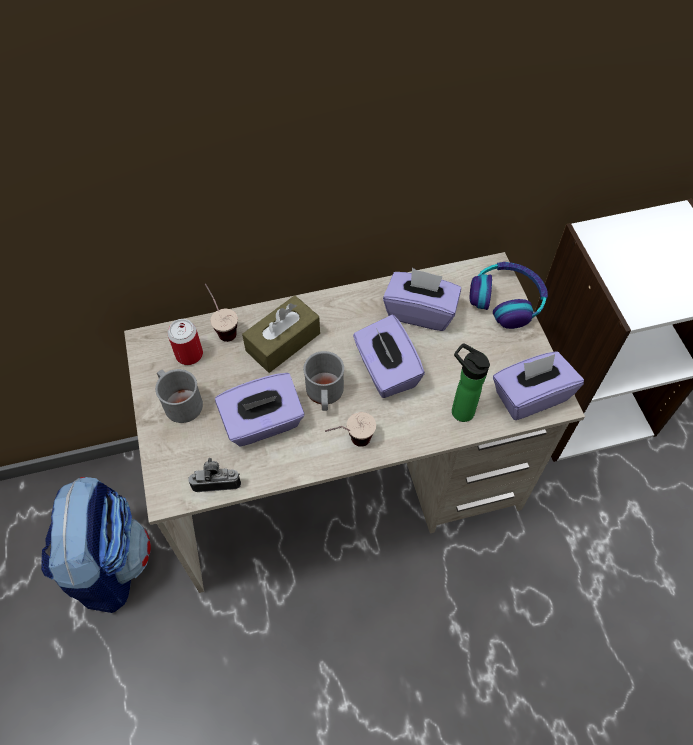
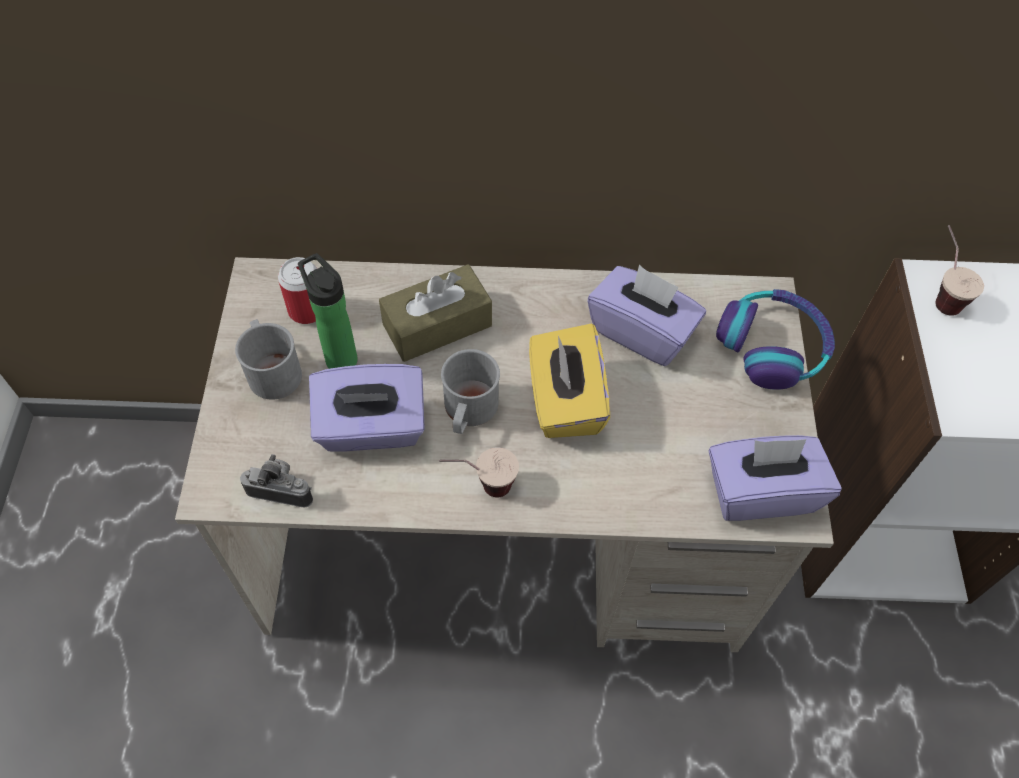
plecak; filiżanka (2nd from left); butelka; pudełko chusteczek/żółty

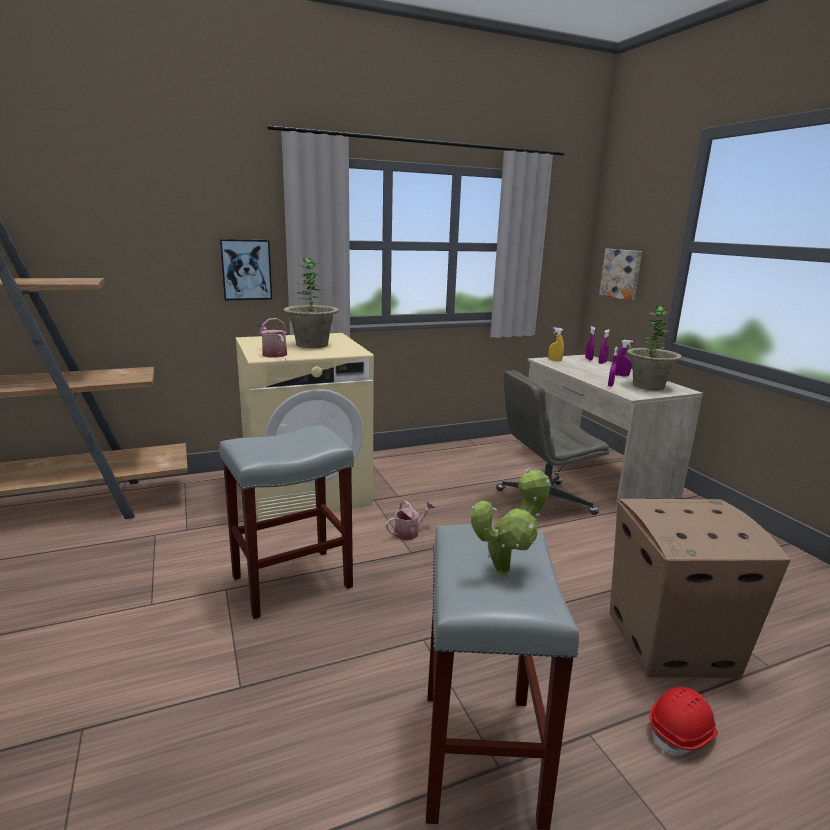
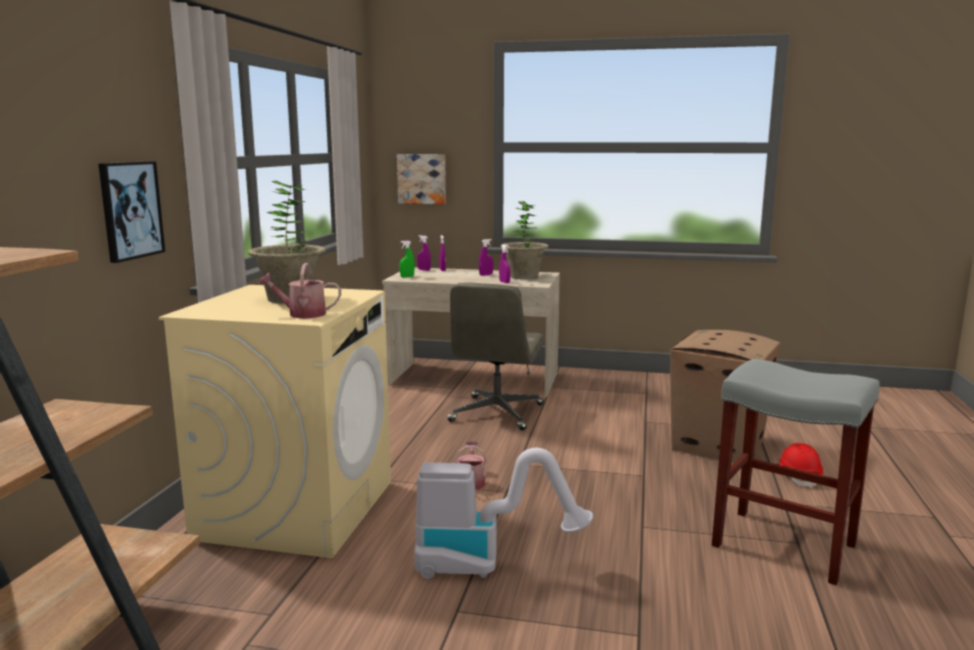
roślina doniczkowa (2nd from left in the first image); odkurzacz; spryskiwacz/zielony

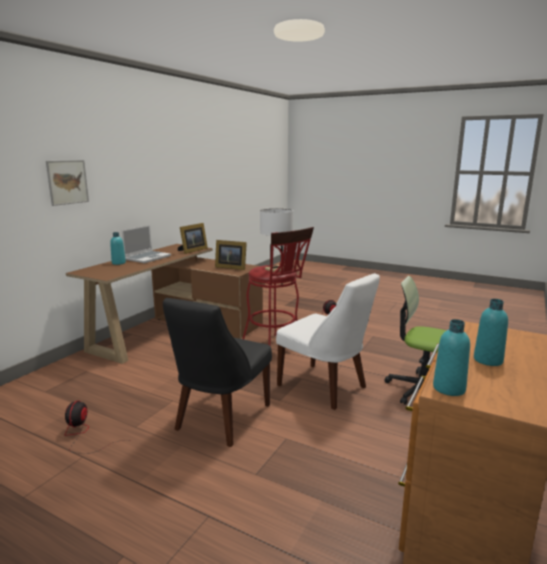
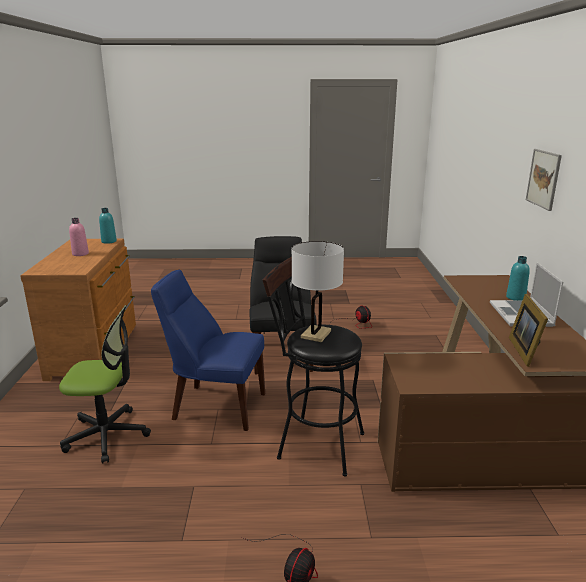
ramka na zdjęcie (2nd from left in the first image); stołek/czarny; krzesło/niebieski; butelka/różowy

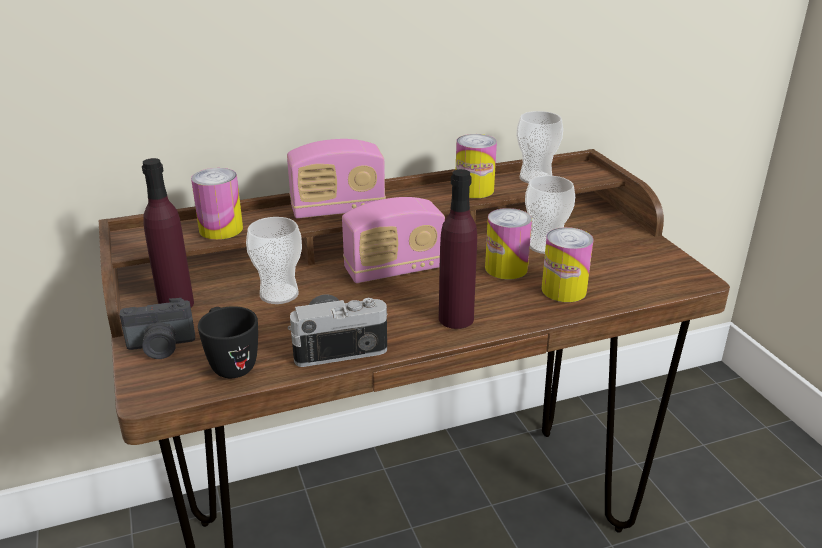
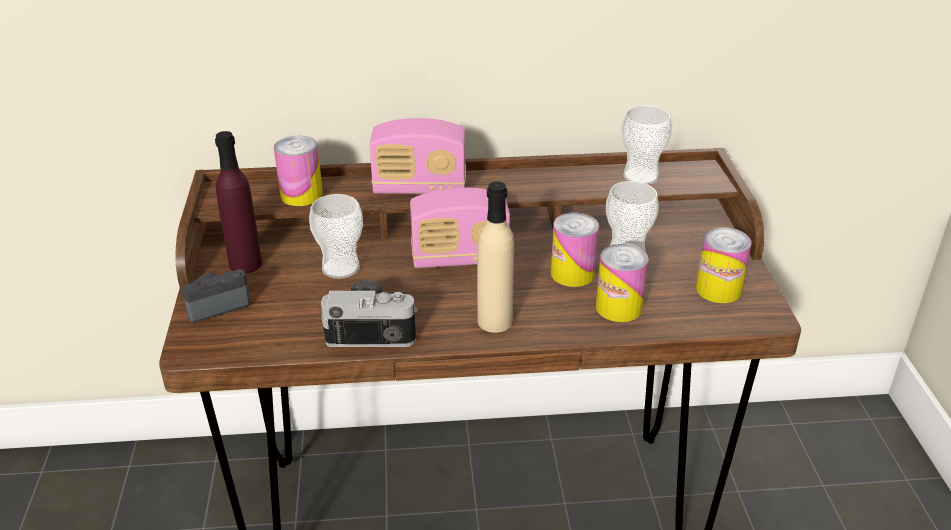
kubek/czarny; puszka (4th from left); butelka/beżowy; aparat fotograficzny (1st from left)

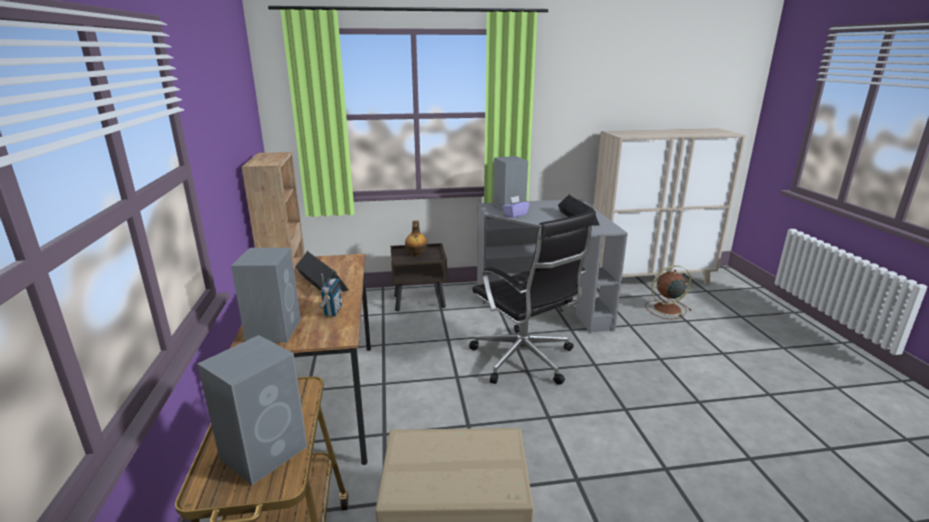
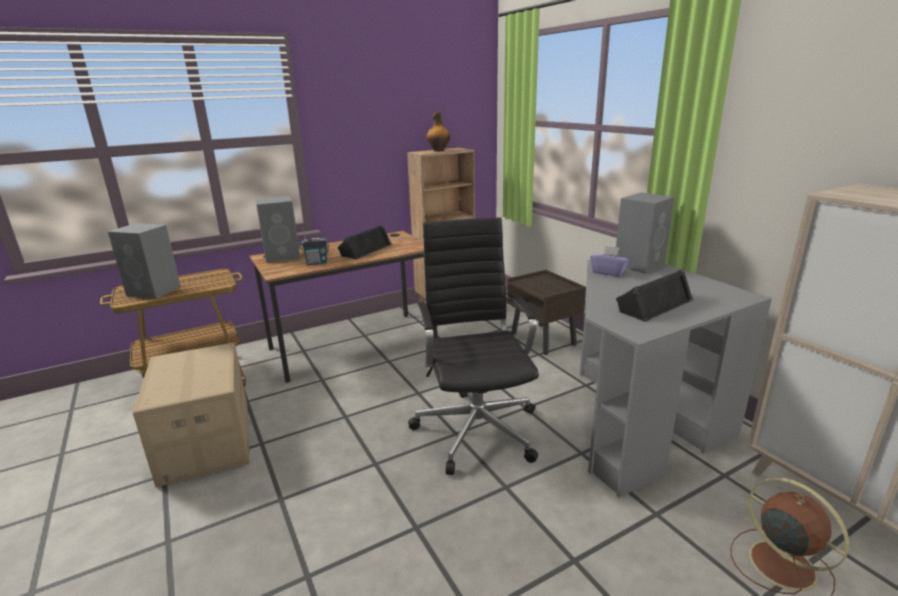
butelka; krzesło biurowe/czarny

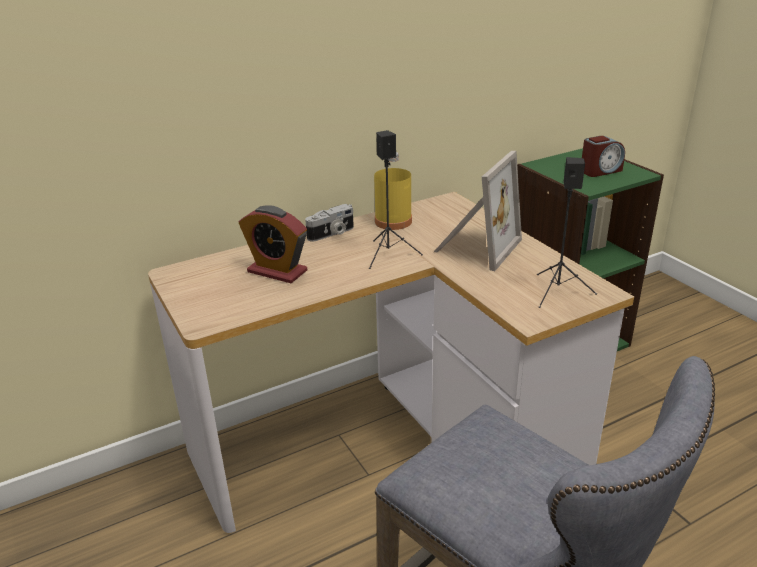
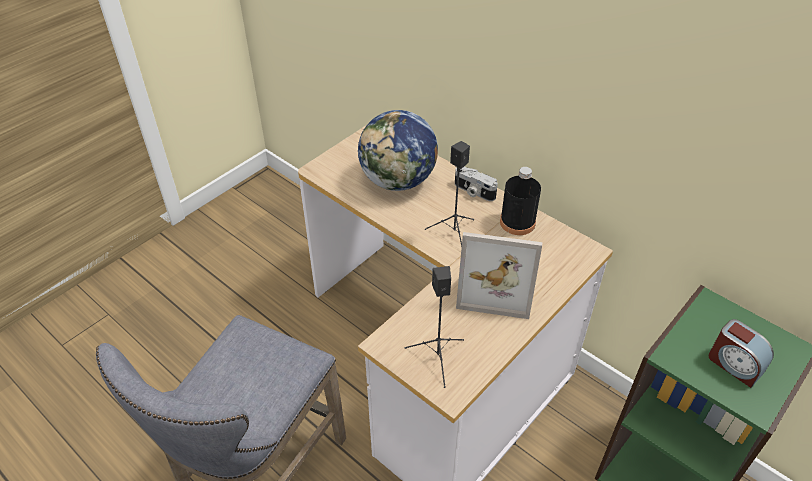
globus; butelka/czarny

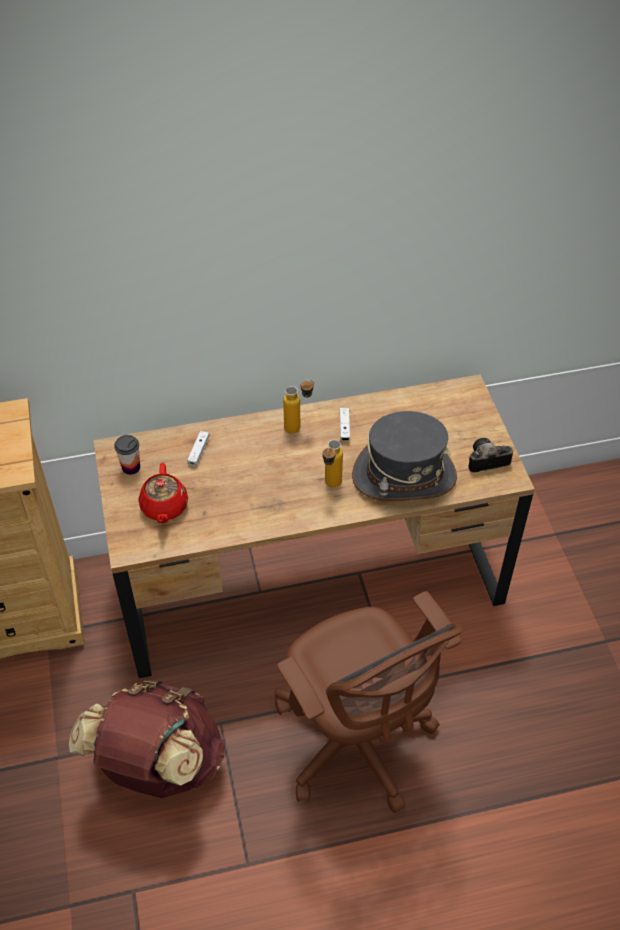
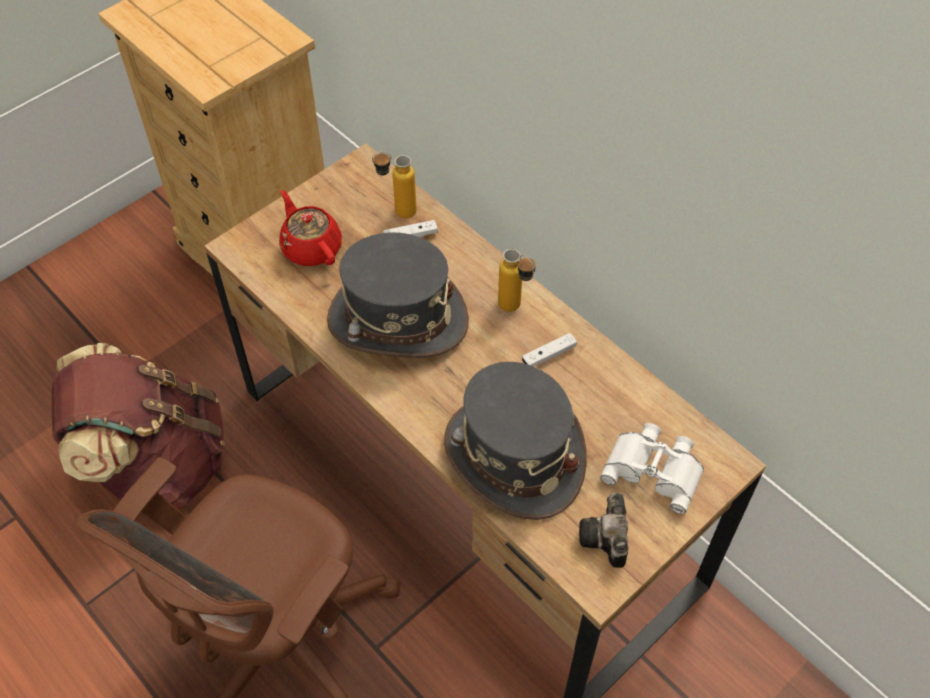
filiżanka; kapelusz/szary (1st from left); lornetka/biały; butelka (1st from left); imbryk/czerwony; aparat fotograficzny

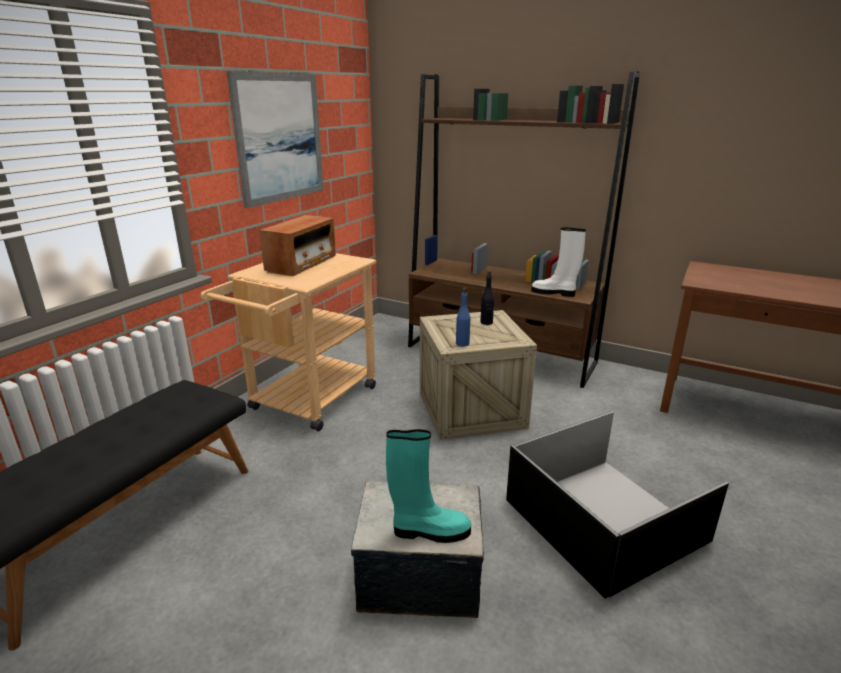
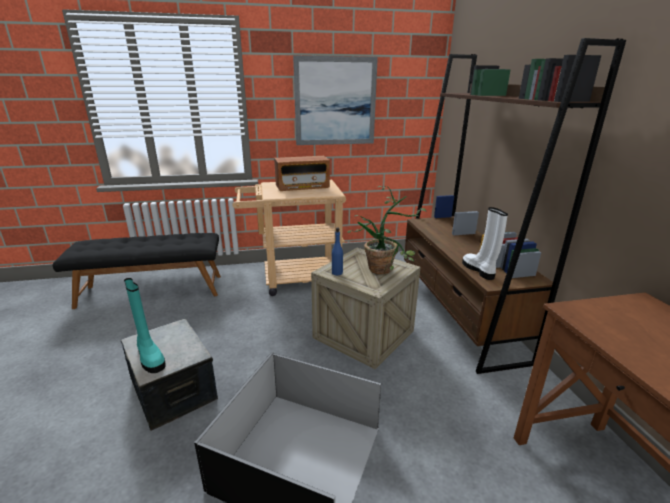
roślina doniczkowa

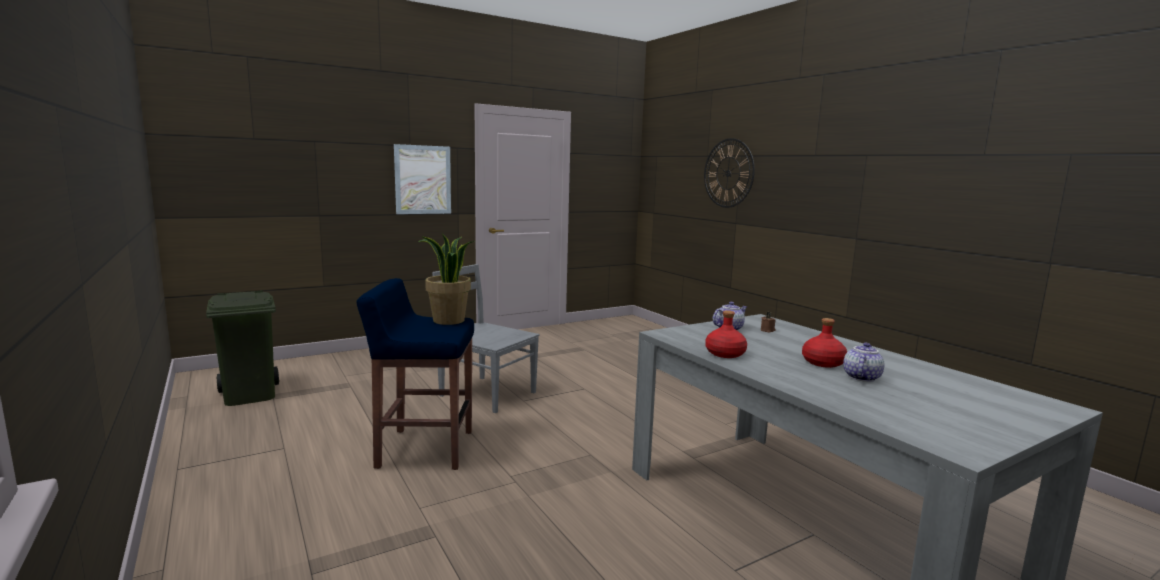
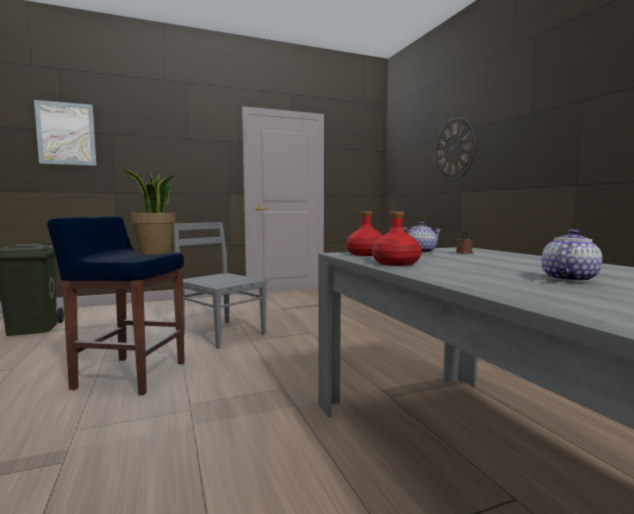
obraz; butelka/czerwony (1st from left)

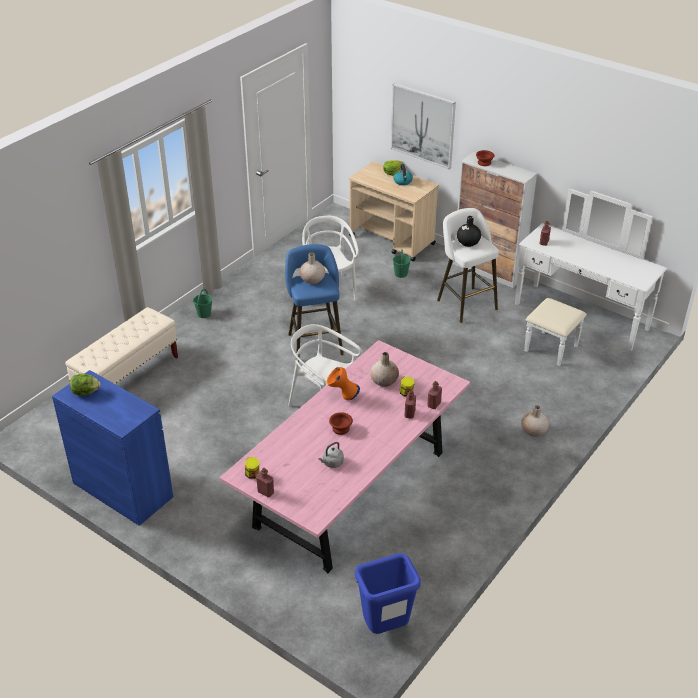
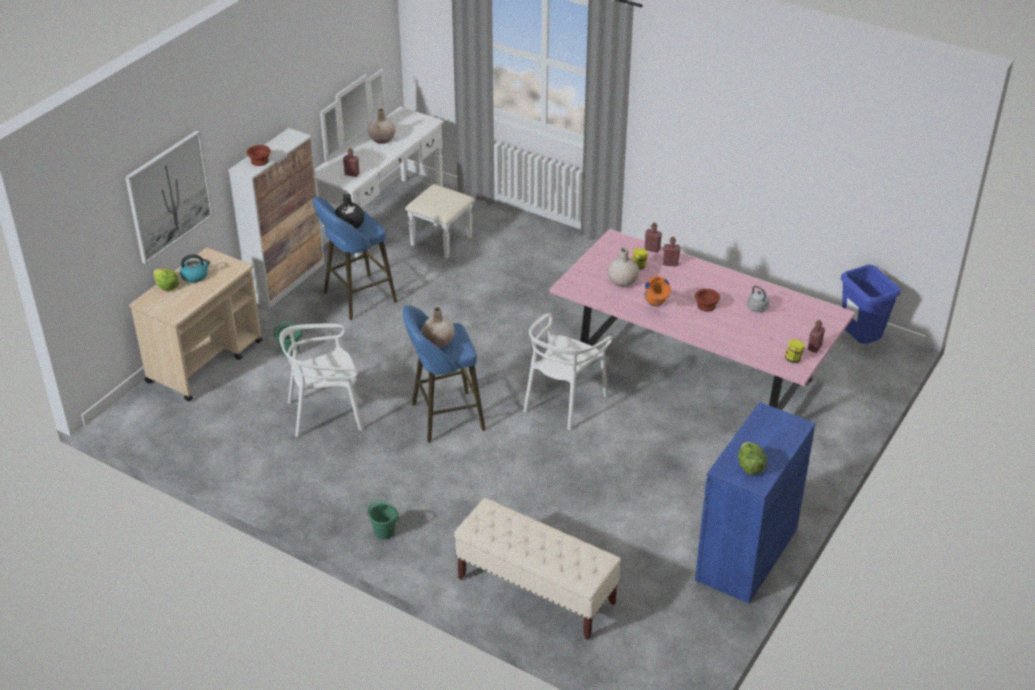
wazon/beżowy (1st from left); stołek/niebieski (1st from left)

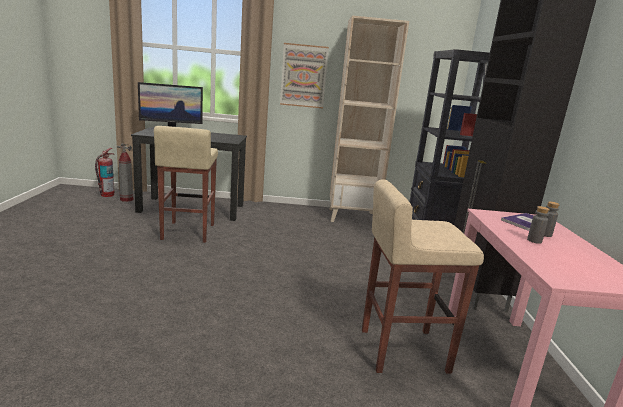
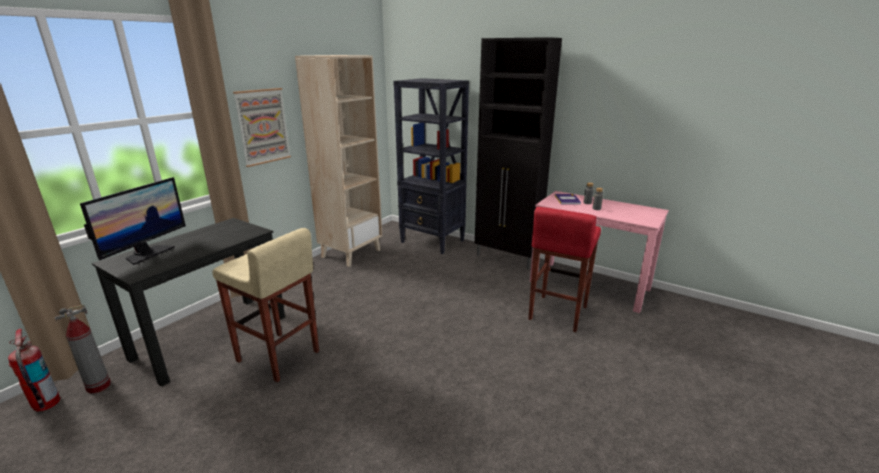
stołek/czerwony

